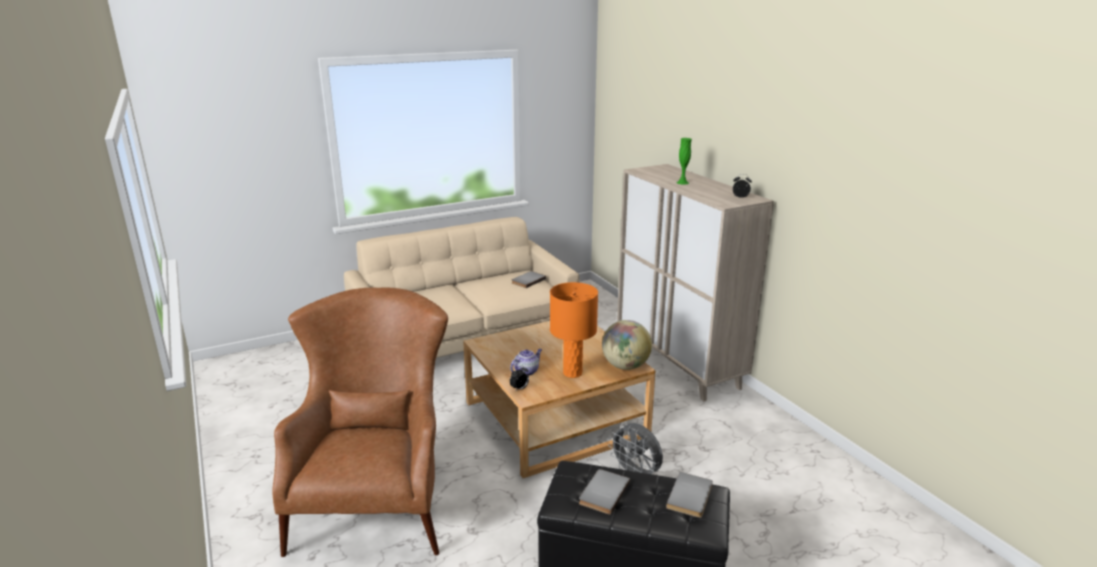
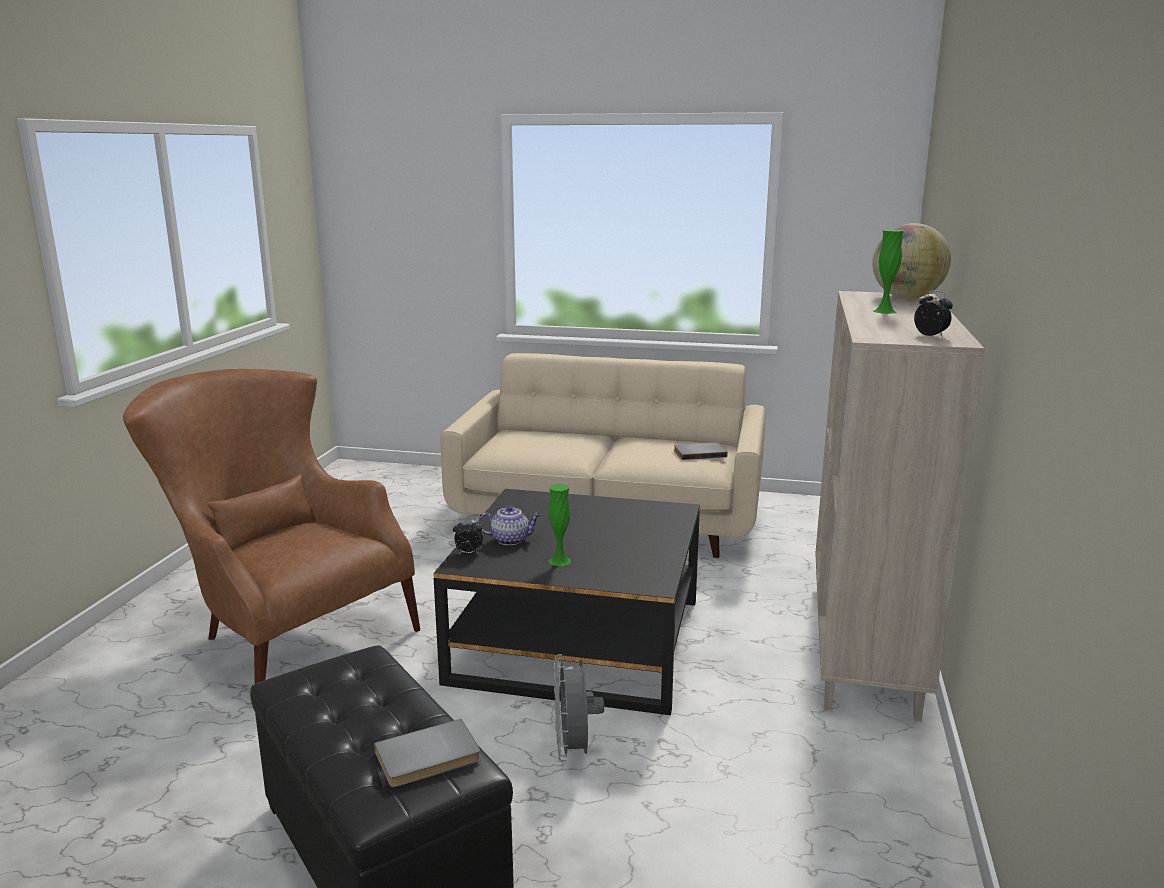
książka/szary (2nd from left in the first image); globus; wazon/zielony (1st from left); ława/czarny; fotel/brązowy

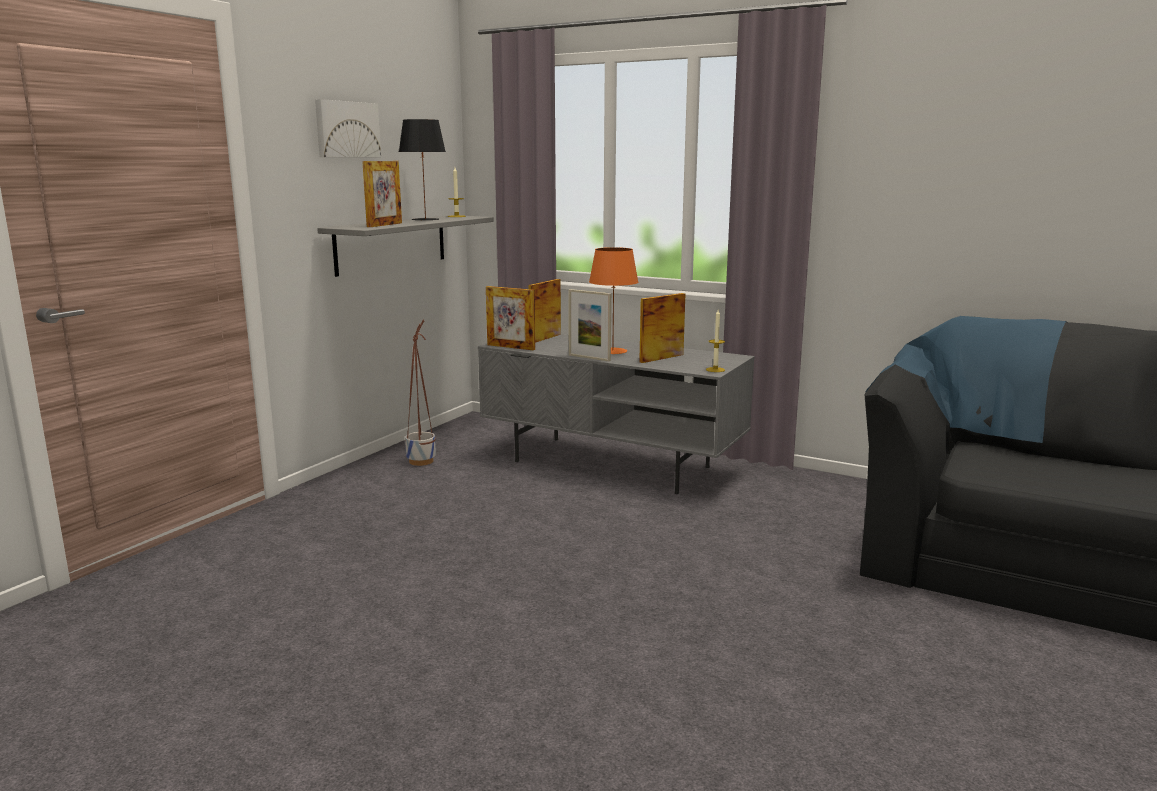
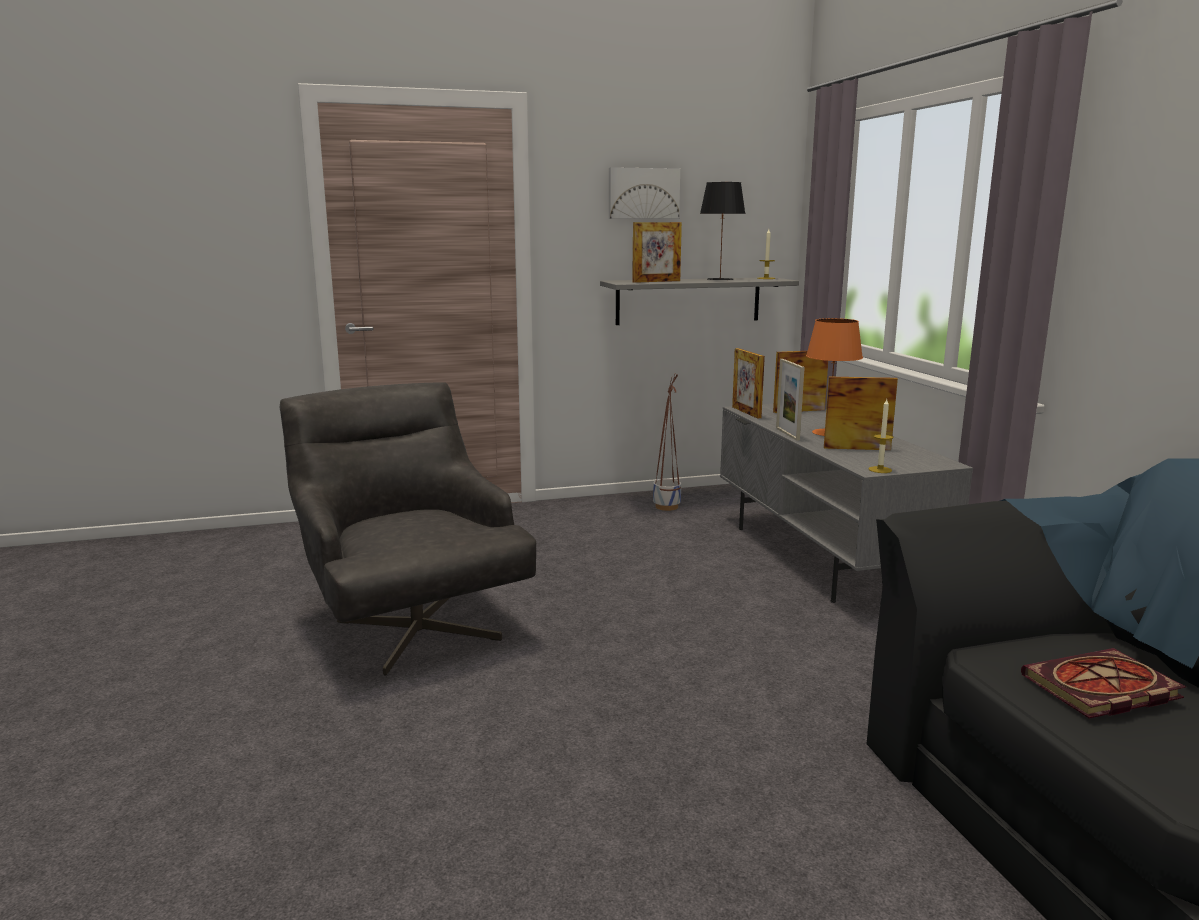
fotel/szary; książka

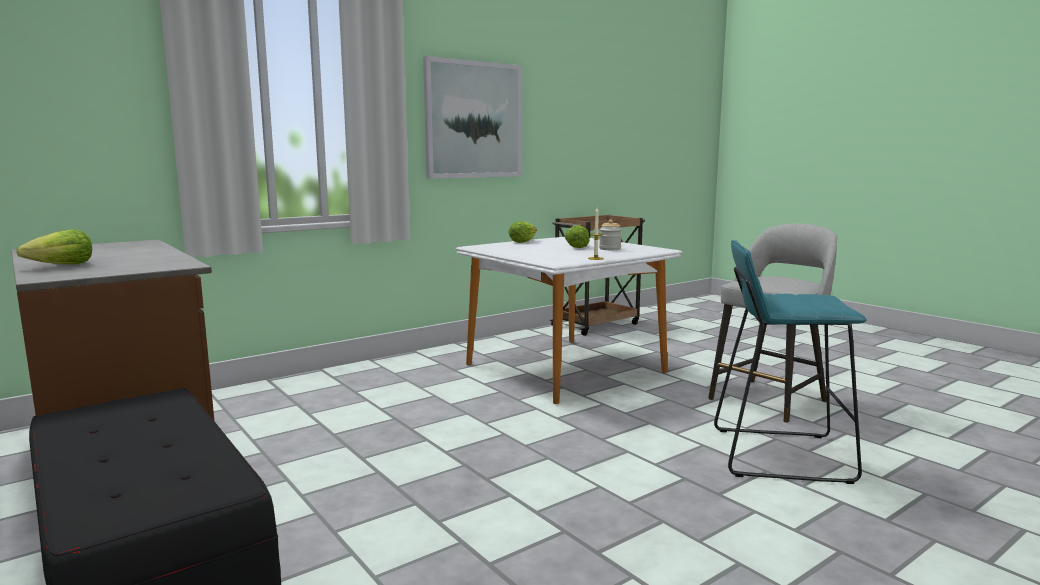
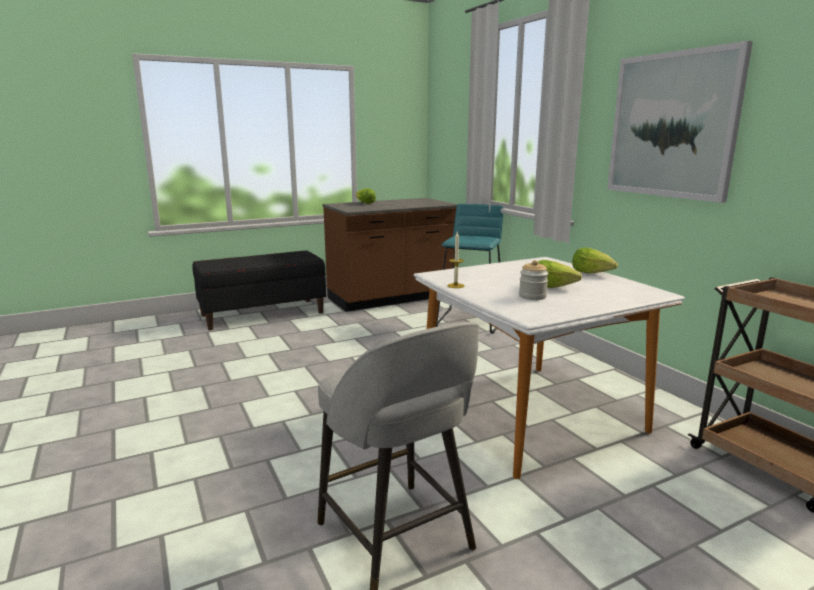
stołek/turkusowy

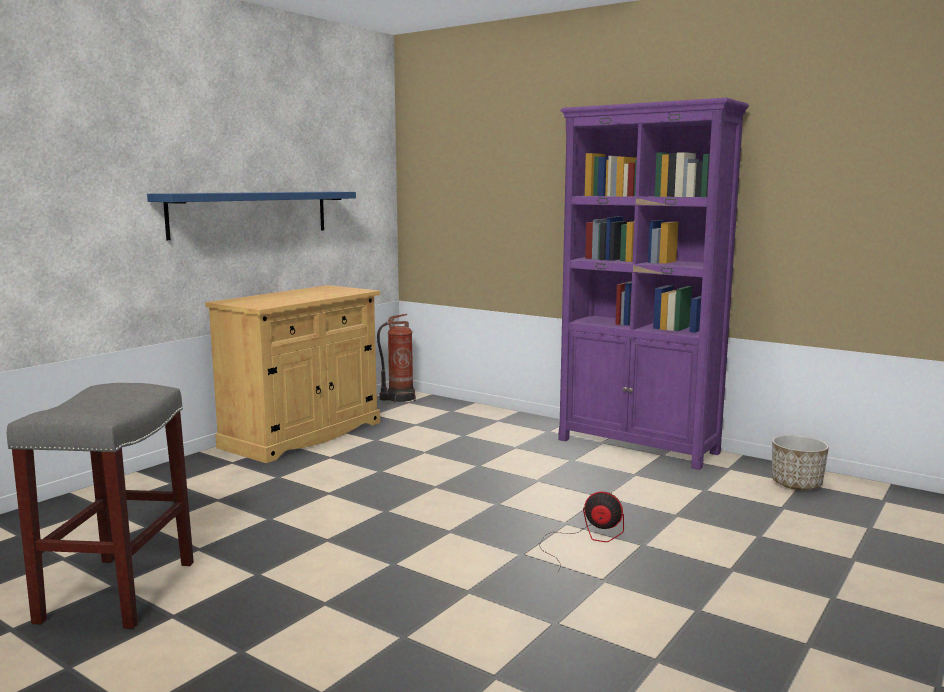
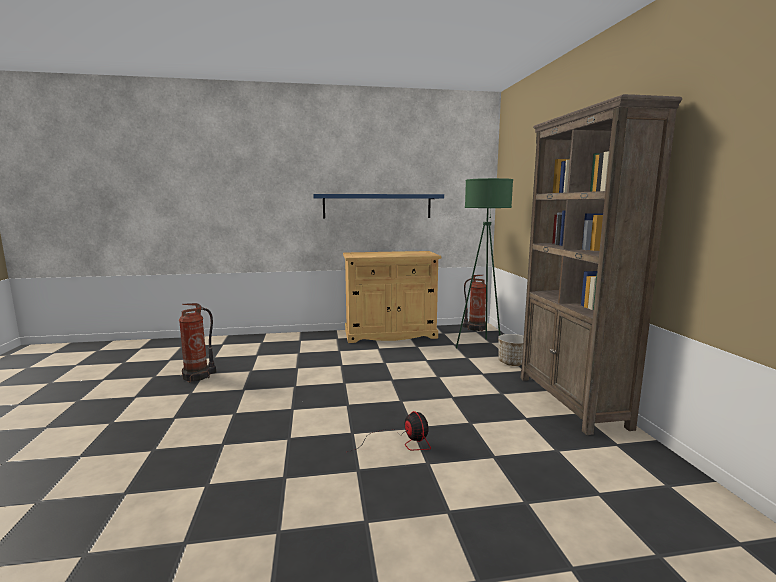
lampa stojąca/zielony; donica; gaśnica (1st from left); regał/brązowy

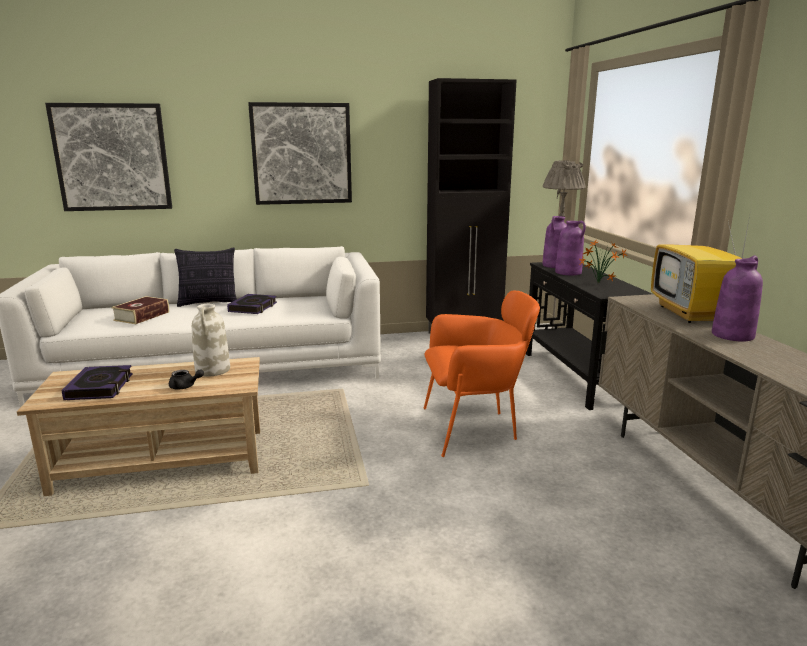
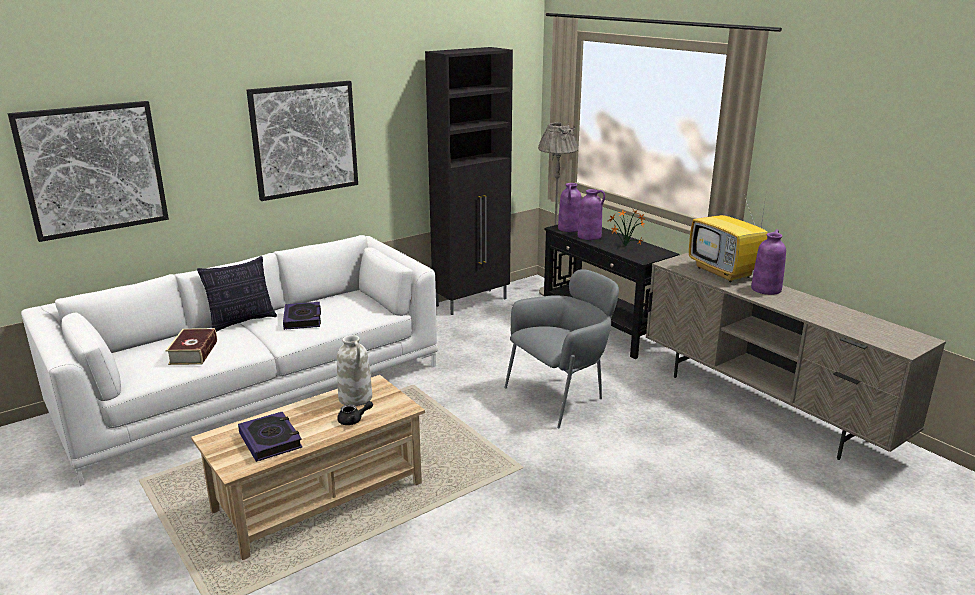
fotel/szary

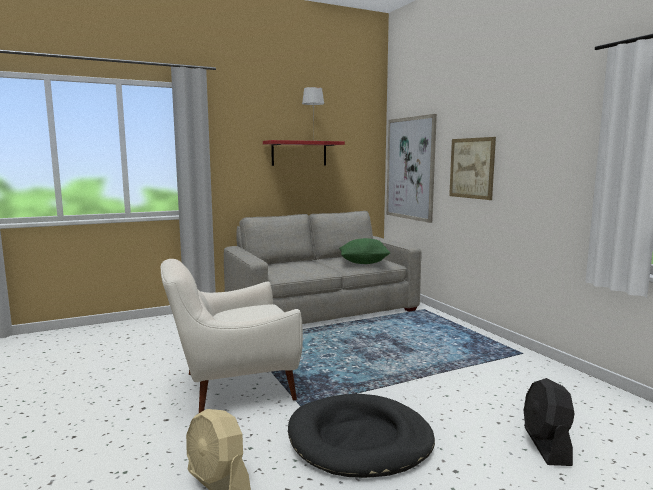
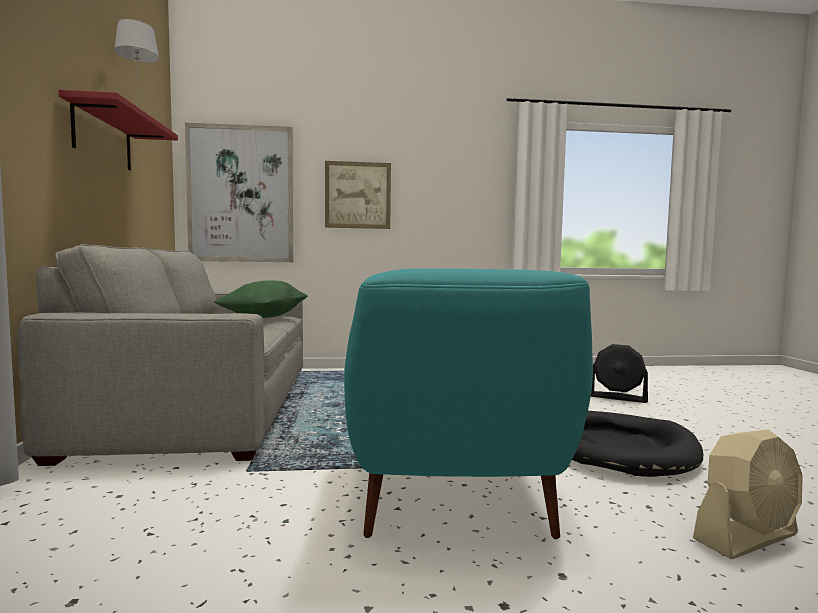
fotel/turkusowy

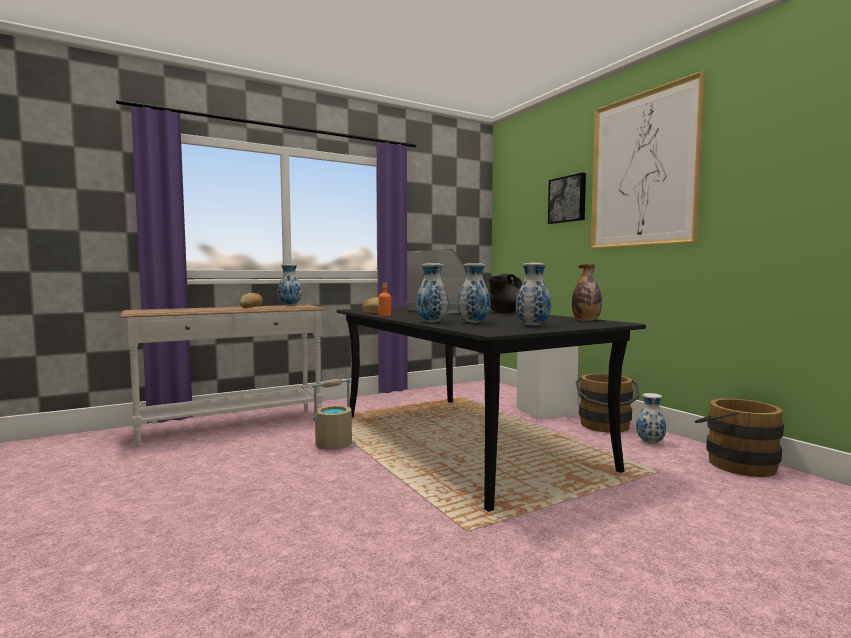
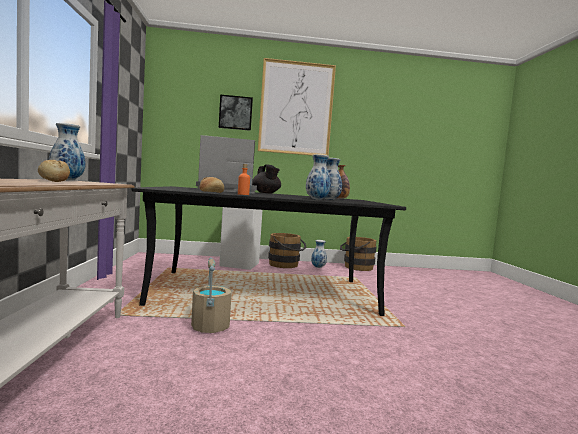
wazon (4th from left in the first image)

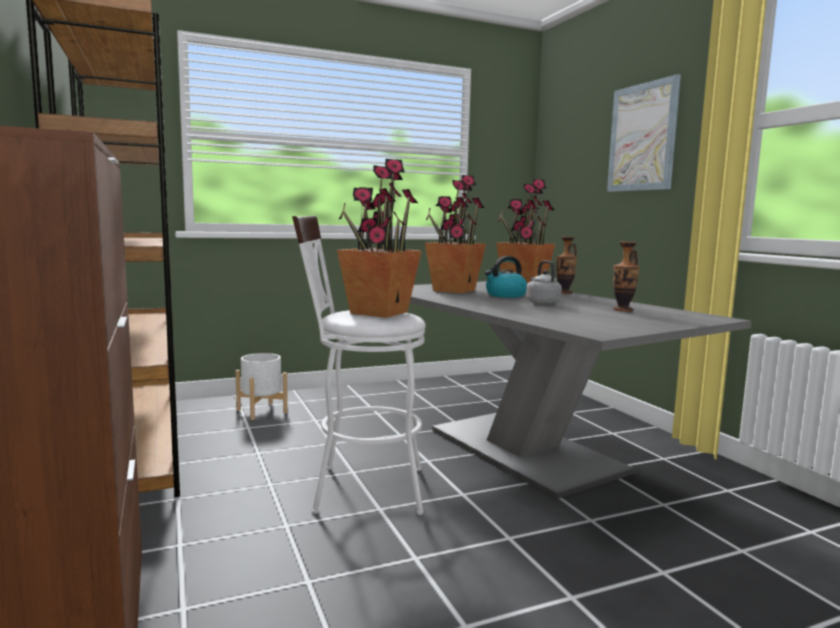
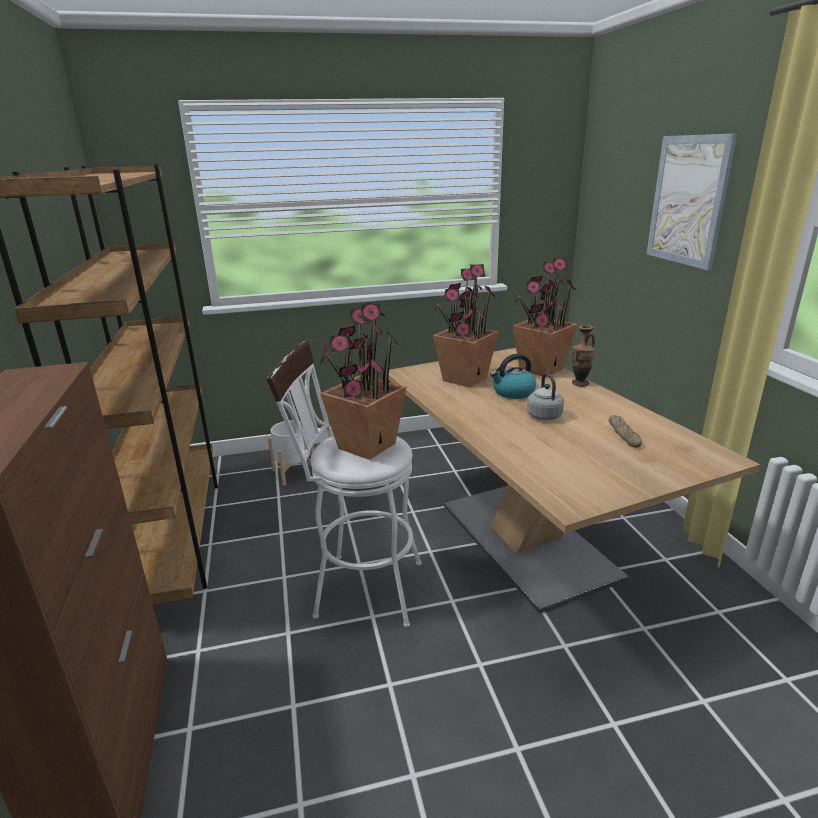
chleb; stół jadalny/brązowy

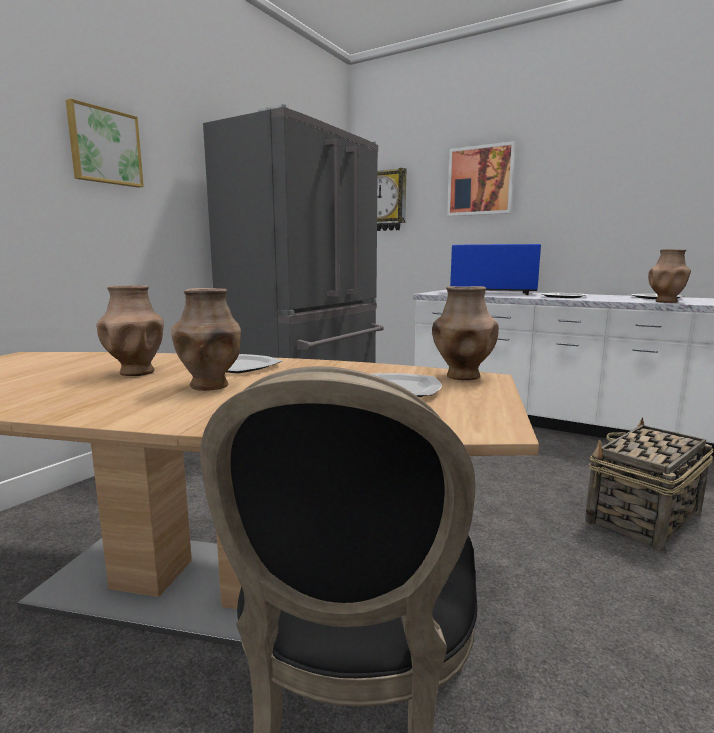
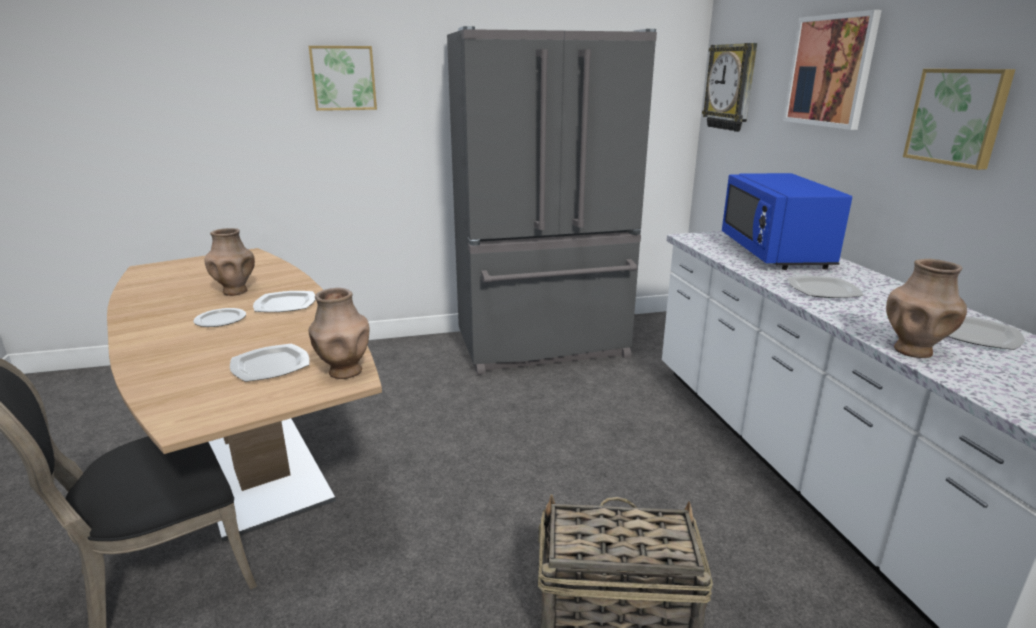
obraz (3rd from left); talerz (1st from left); mikrofalówka/niebieski

